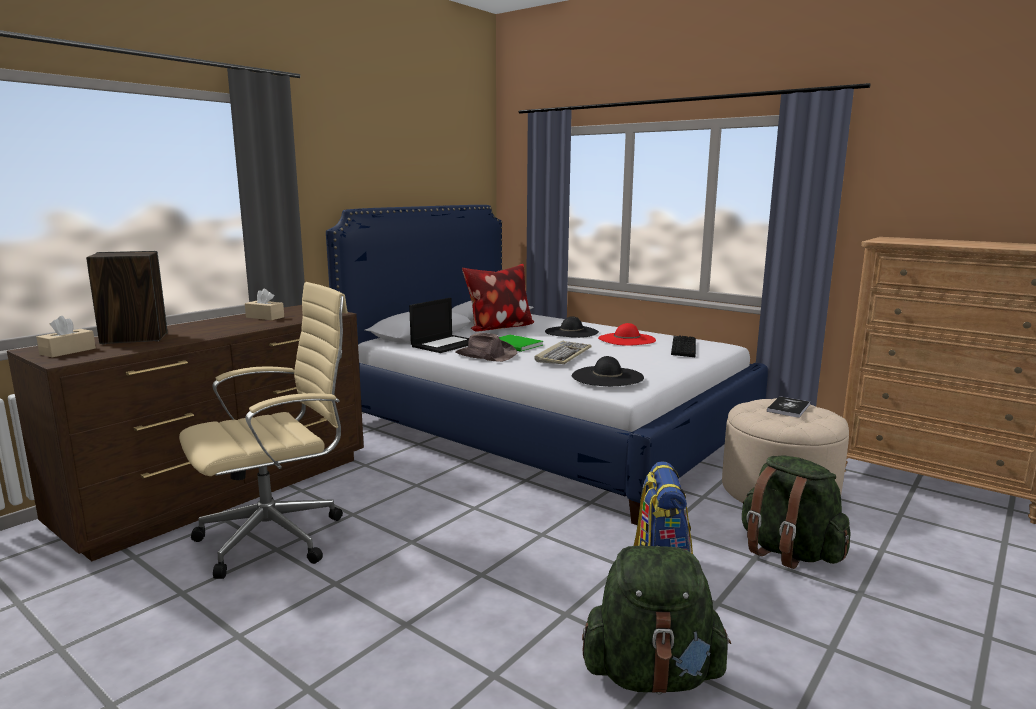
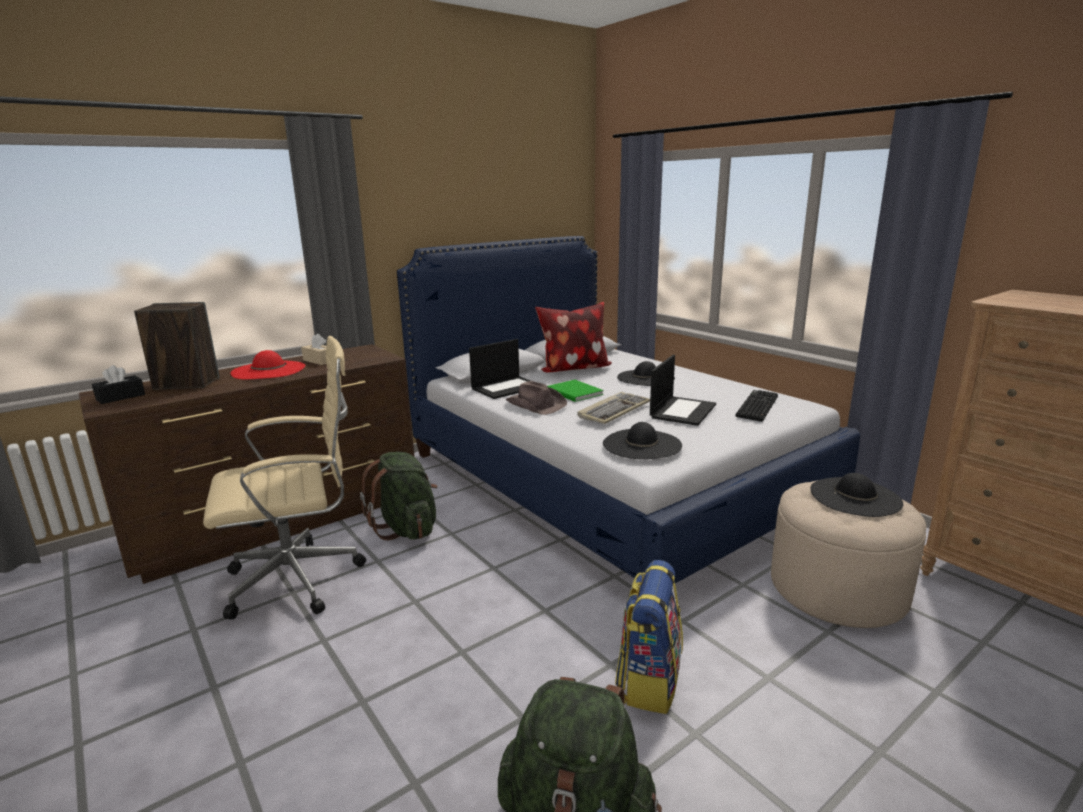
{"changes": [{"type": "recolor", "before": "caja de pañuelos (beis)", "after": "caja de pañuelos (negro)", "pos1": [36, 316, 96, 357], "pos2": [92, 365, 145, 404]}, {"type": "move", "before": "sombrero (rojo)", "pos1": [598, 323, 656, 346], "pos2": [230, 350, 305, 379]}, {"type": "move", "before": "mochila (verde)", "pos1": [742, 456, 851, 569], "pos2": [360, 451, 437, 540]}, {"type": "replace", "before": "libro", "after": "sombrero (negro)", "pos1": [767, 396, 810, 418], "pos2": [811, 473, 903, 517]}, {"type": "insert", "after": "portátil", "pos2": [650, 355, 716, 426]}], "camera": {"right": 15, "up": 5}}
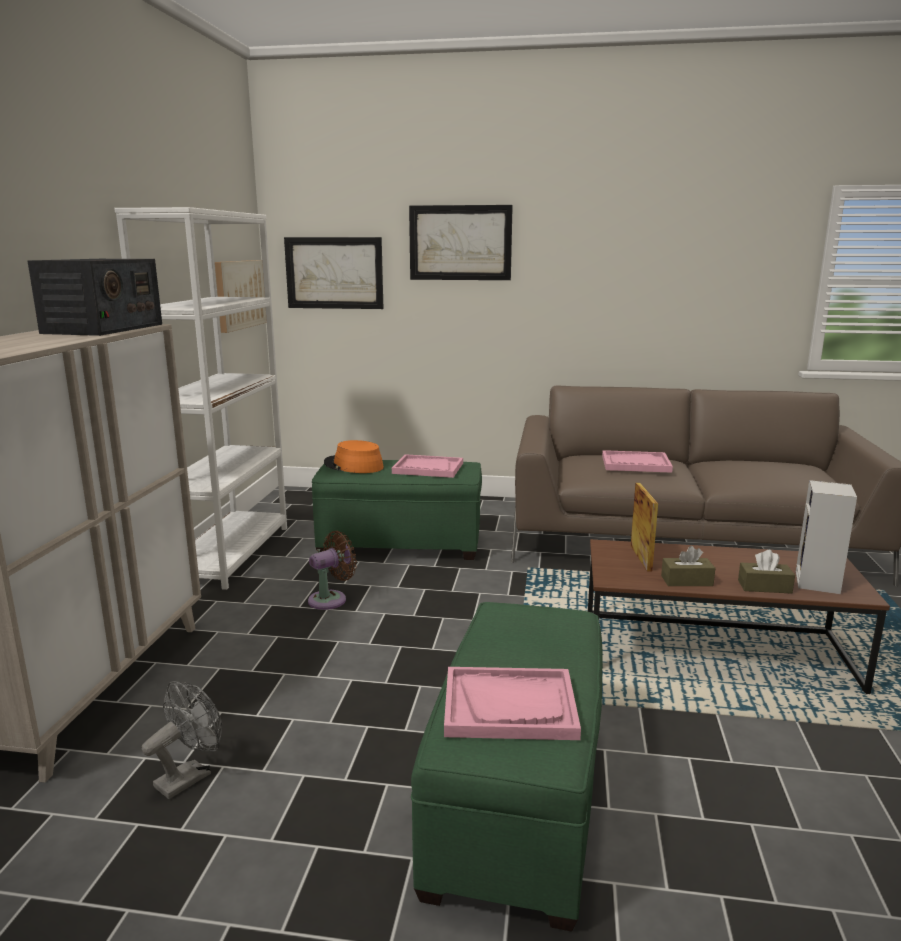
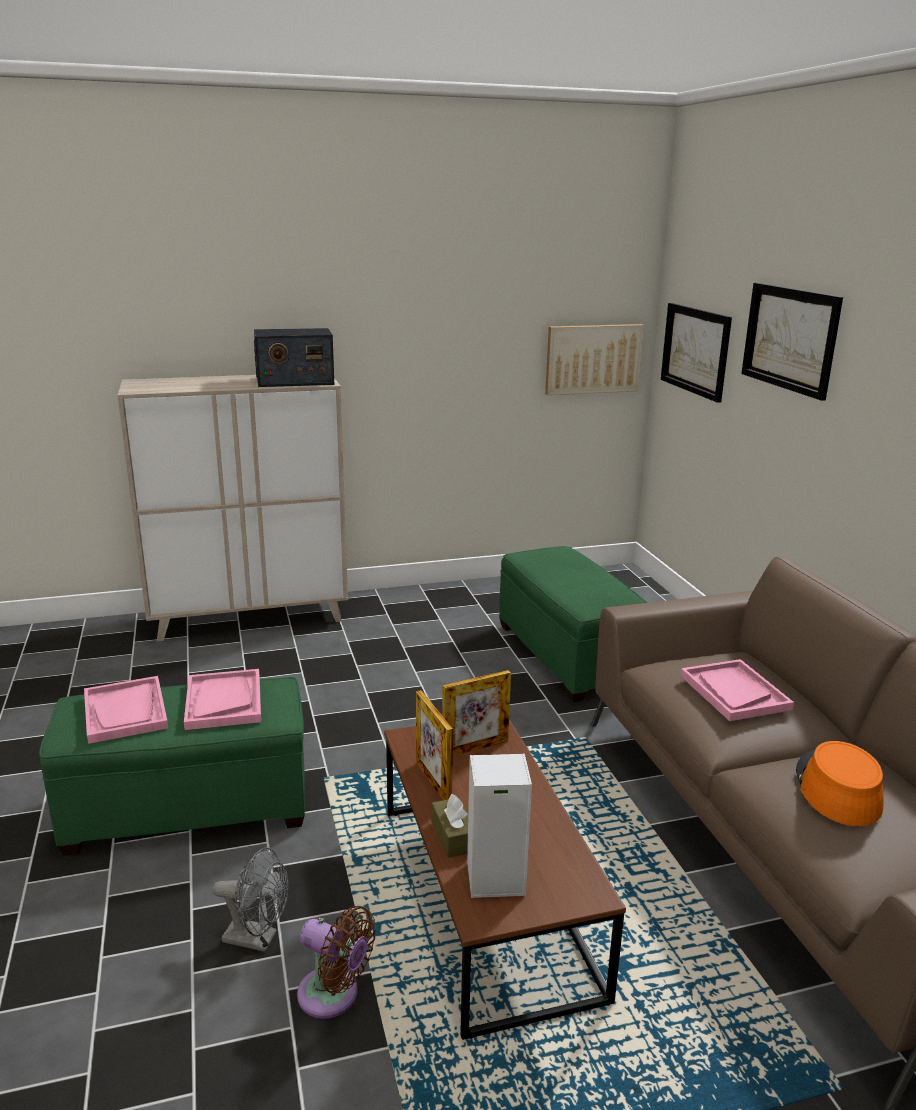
{"changes": [{"type": "delete", "before": "estantería (blanco)", "pos1": [114, 207, 287, 590]}, {"type": "move", "before": "ventilador (gris)", "pos1": [142, 681, 222, 799], "pos2": [212, 848, 288, 952]}, {"type": "move", "before": "ventilador (marrón)", "pos1": [308, 531, 357, 610], "pos2": [297, 906, 376, 1019]}, {"type": "move", "before": "sombrero (naranja)", "pos1": [324, 440, 384, 473], "pos2": [796, 741, 884, 826]}, {"type": "move", "before": "bandeja (rosa)", "pos1": [392, 454, 463, 478], "pos2": [184, 669, 261, 730]}, {"type": "replace", "before": "caja de pañuelos (marrón)", "after": "portarretratos", "pos1": [661, 546, 715, 586], "pos2": [416, 690, 453, 800]}], "camera": {"right": 65, "up": 5}}
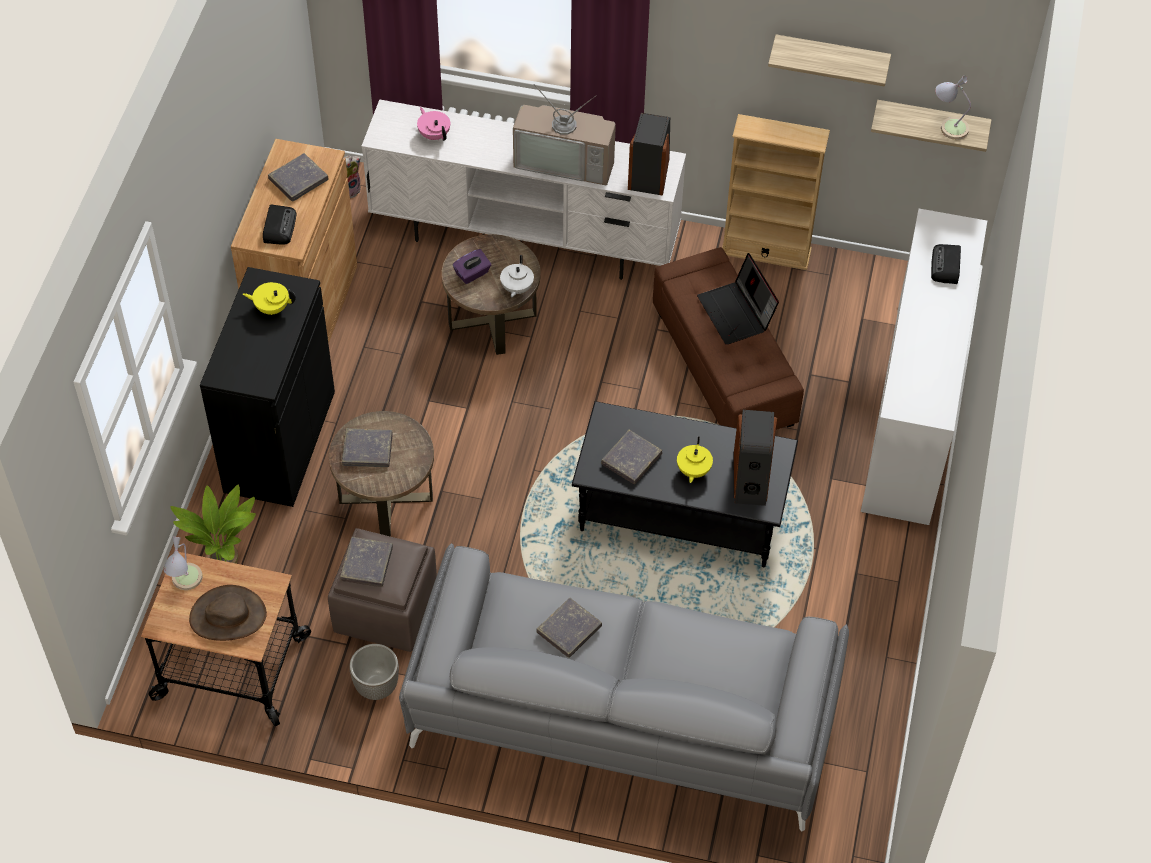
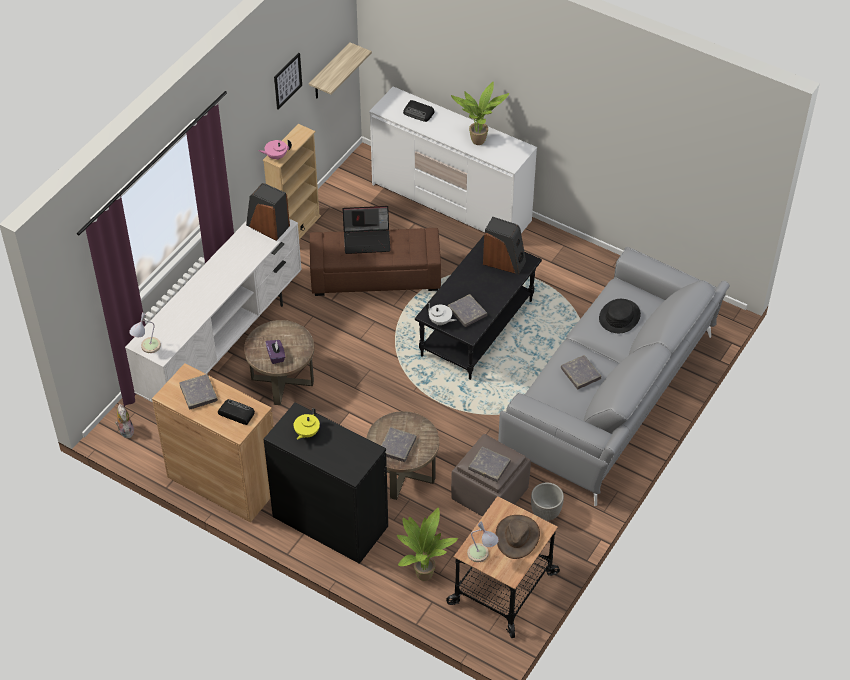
{"changes": [{"type": "move", "before": "tetera (rosa)", "pos1": [417, 107, 450, 141], "pos2": [259, 140, 292, 160]}, {"type": "move", "before": "tetera (blanco)", "pos1": [500, 255, 534, 297], "pos2": [426, 303, 457, 326]}, {"type": "delete", "before": "televisor", "pos1": [513, 84, 616, 185]}, {"type": "delete", "before": "tetera (amarillo)", "pos1": [677, 436, 713, 483]}, {"type": "replace", "before": "estante", "after": "cuadro", "pos1": [768, 34, 891, 87], "pos2": [274, 53, 302, 109]}, {"type": "move", "before": "lámpara de mesa", "pos1": [935, 75, 971, 140], "pos2": [129, 312, 161, 353]}, {"type": "insert", "after": "planta en maceta", "pos2": [451, 82, 509, 145]}, {"type": "insert", "after": "sombrero (negro)", "pos2": [599, 299, 641, 333]}], "camera": {"right": -70, "up": -5}}
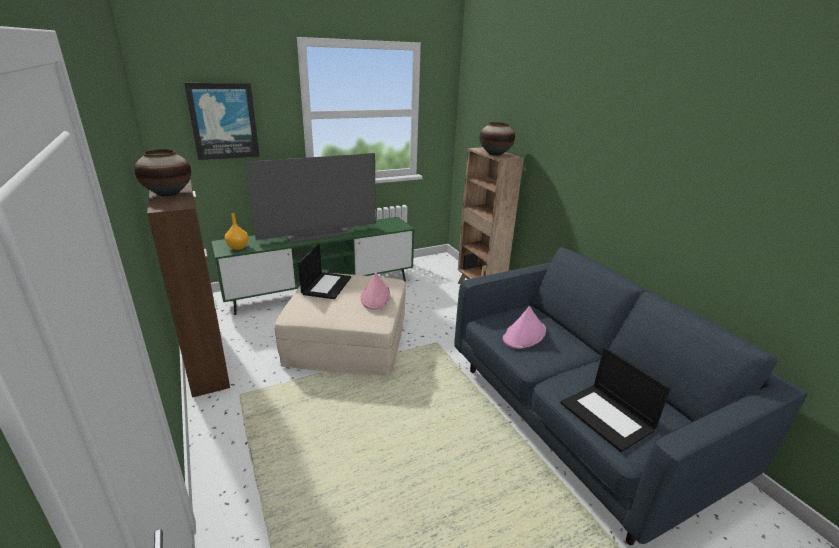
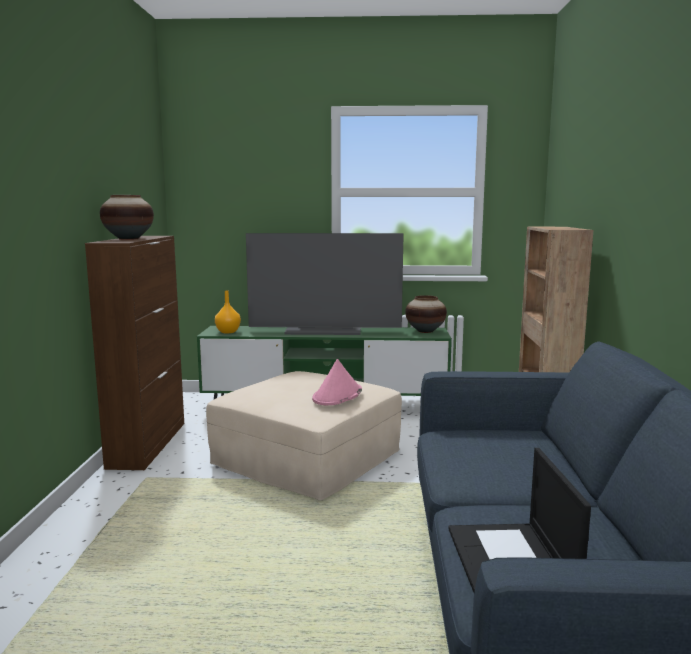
{"changes": [{"type": "delete", "before": "cuadro", "pos1": [184, 83, 260, 160]}, {"type": "delete", "before": "portátil", "pos1": [298, 244, 351, 299]}, {"type": "move", "before": "florero", "pos1": [479, 122, 515, 156], "pos2": [405, 295, 447, 333]}, {"type": "delete", "before": "sombrero (rosa)", "pos1": [503, 306, 546, 349]}], "camera": {"right": 30, "up": -15}}
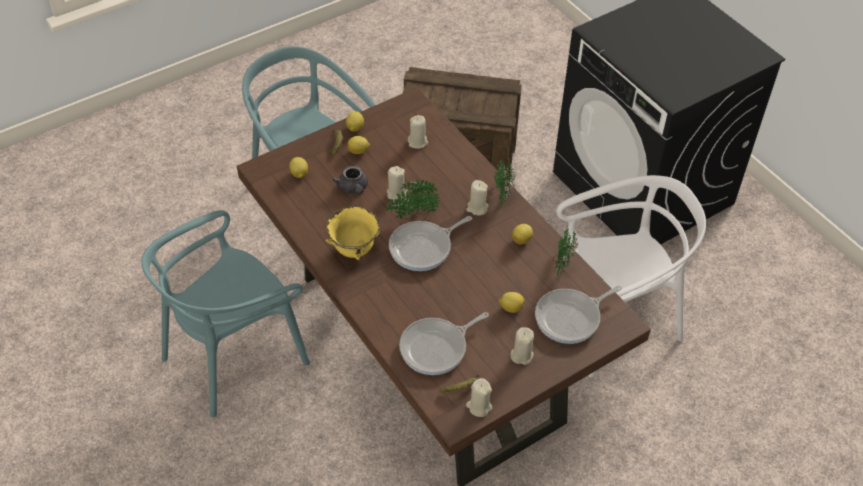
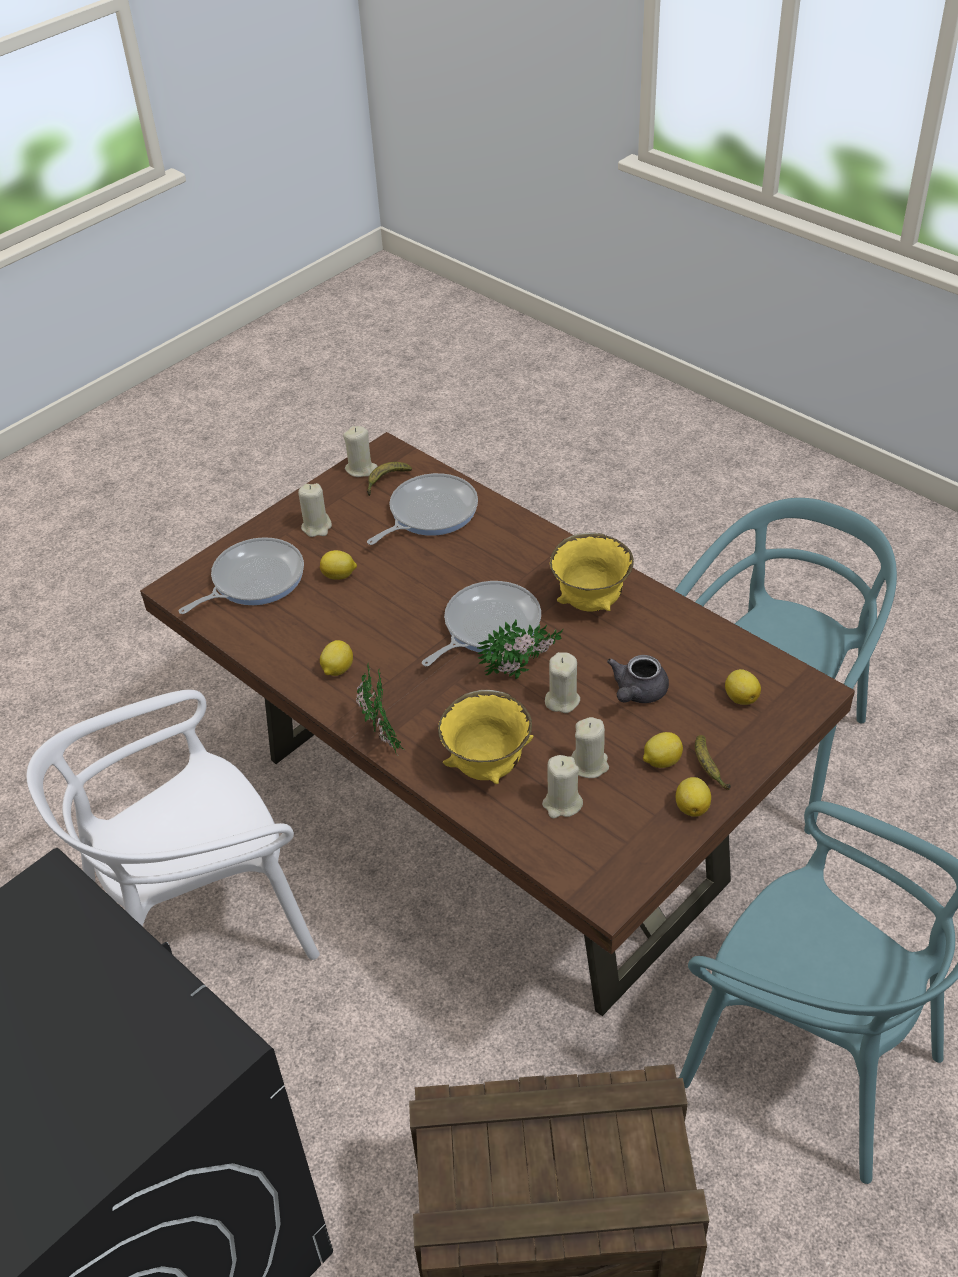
{"changes": [{"type": "rotate", "before": "tetera (gris)", "pos1": [333, 166, 368, 195], "pos2": [607, 655, 669, 703], "turn": -120}, {"type": "move", "before": "vela (beis)", "pos1": [466, 180, 488, 215], "pos2": [571, 717, 609, 778]}, {"type": "delete", "before": "planta en maceta", "pos1": [554, 225, 578, 276]}, {"type": "insert", "after": "cuenco (amarillo)", "pos2": [438, 690, 533, 784]}], "camera": {"right": 170, "up": -5}}
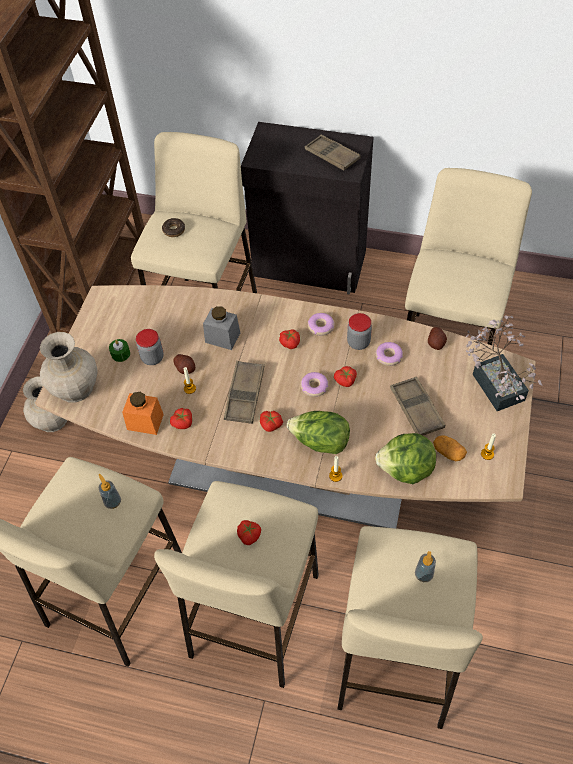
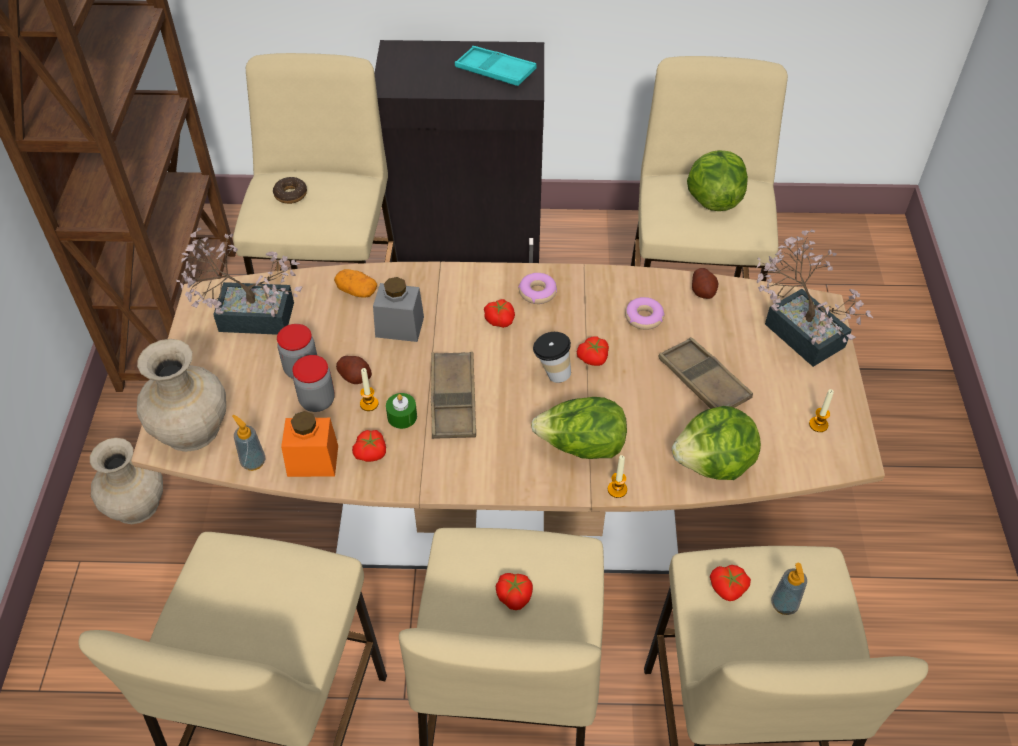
{"changes": [{"type": "move", "before": "dispensador de jabón", "pos1": [99, 474, 121, 509], "pos2": [232, 415, 266, 471]}, {"type": "move", "before": "vela (verde)", "pos1": [109, 339, 130, 362], "pos2": [386, 393, 417, 429]}, {"type": "move", "before": "tomate", "pos1": [260, 411, 283, 432], "pos2": [710, 565, 751, 601]}, {"type": "replace", "before": "rosquilla", "after": "taza", "pos1": [301, 372, 329, 397], "pos2": [533, 332, 571, 383]}, {"type": "recolor", "before": "bandeja (marrón)", "after": "bandeja (turquesa)", "pos1": [305, 135, 361, 170], "pos2": [455, 46, 536, 86]}, {"type": "move", "before": "tarro", "pos1": [347, 313, 372, 350], "pos2": [292, 355, 335, 412]}, {"type": "move", "before": "patata", "pos1": [433, 435, 467, 461], "pos2": [334, 269, 377, 298]}, {"type": "insert", "after": "planta en maceta", "pos2": [176, 227, 303, 335]}, {"type": "insert", "after": "lechuga", "pos2": [687, 150, 748, 211]}], "camera": {"right": -15, "up": -5}}
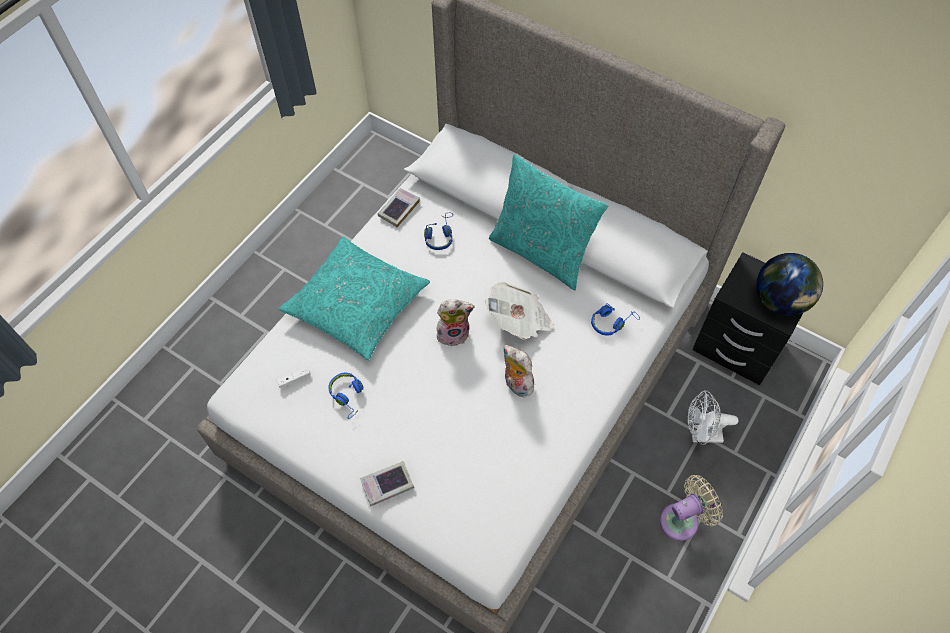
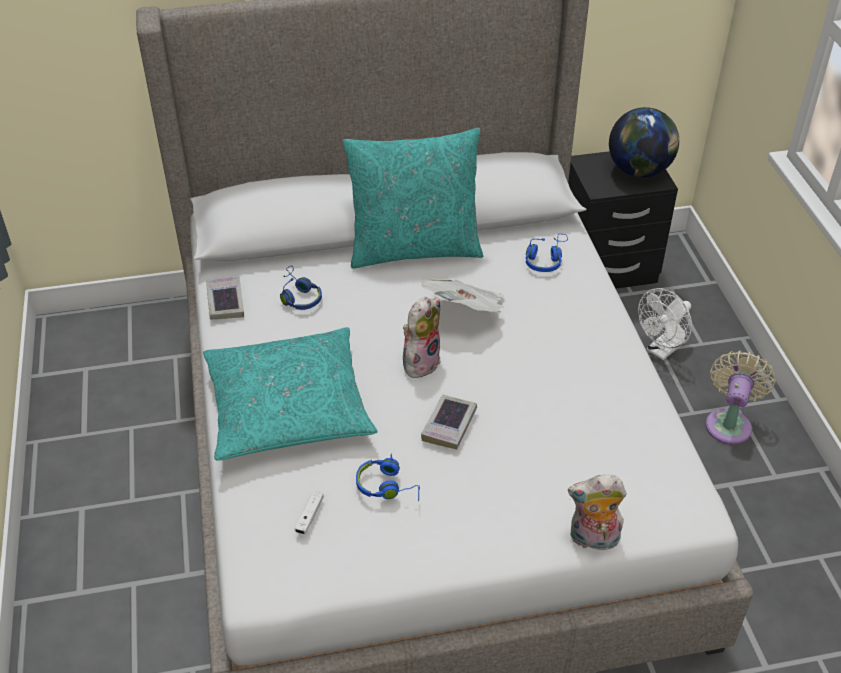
{"changes": [{"type": "move", "before": "libro", "pos1": [360, 461, 414, 506], "pos2": [421, 394, 477, 449]}, {"type": "move", "before": "peluche", "pos1": [504, 345, 534, 397], "pos2": [568, 475, 627, 551]}], "camera": {"right": -45, "up": -15}}
